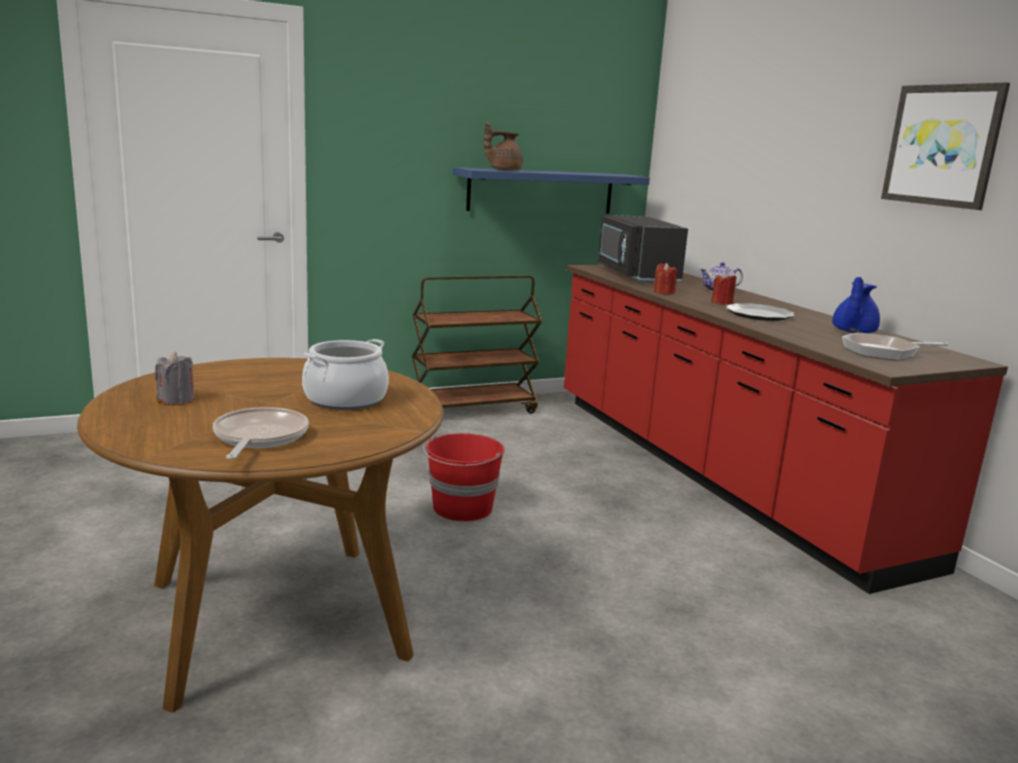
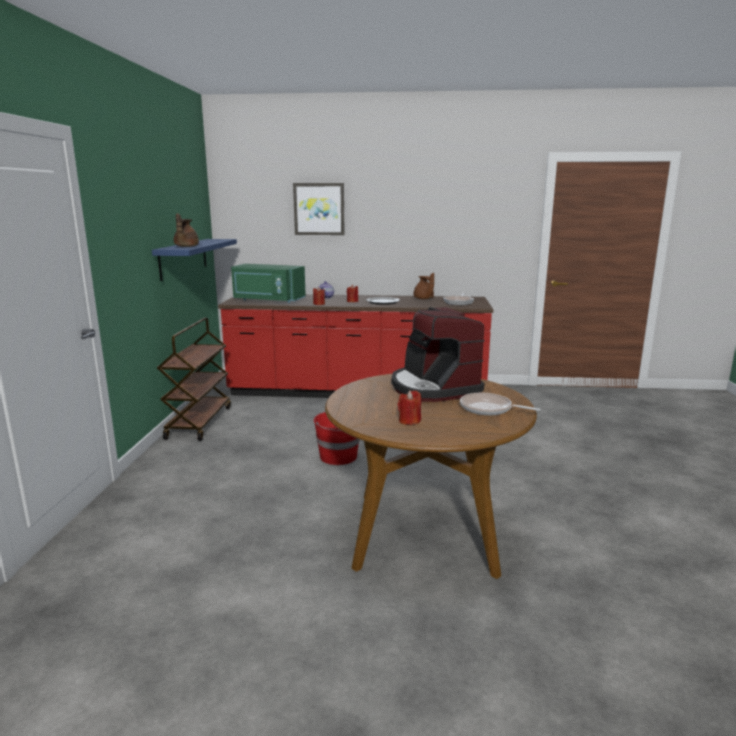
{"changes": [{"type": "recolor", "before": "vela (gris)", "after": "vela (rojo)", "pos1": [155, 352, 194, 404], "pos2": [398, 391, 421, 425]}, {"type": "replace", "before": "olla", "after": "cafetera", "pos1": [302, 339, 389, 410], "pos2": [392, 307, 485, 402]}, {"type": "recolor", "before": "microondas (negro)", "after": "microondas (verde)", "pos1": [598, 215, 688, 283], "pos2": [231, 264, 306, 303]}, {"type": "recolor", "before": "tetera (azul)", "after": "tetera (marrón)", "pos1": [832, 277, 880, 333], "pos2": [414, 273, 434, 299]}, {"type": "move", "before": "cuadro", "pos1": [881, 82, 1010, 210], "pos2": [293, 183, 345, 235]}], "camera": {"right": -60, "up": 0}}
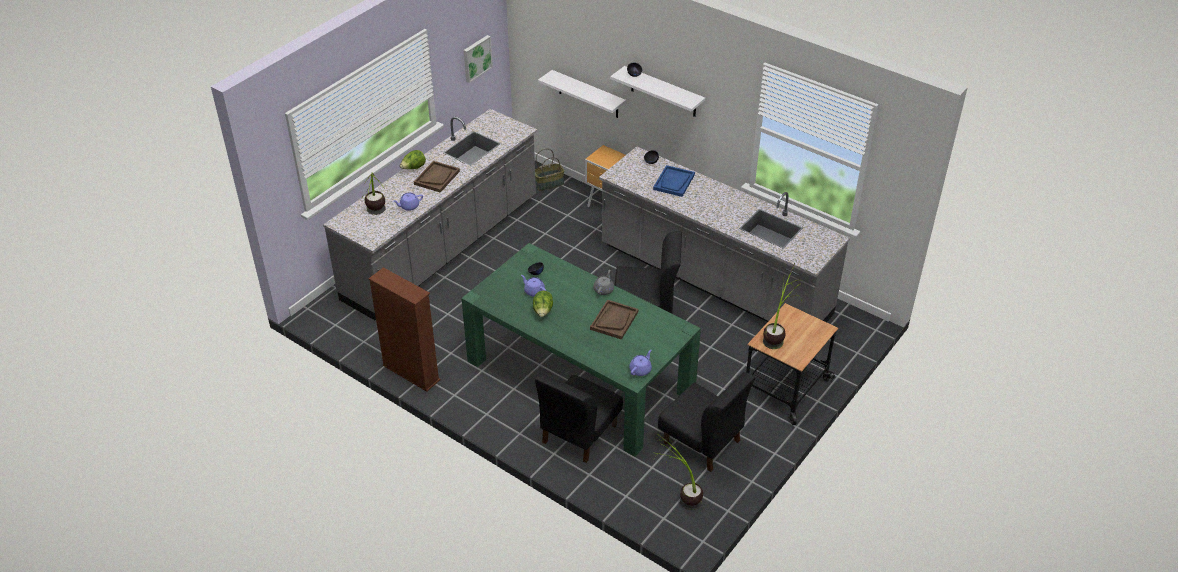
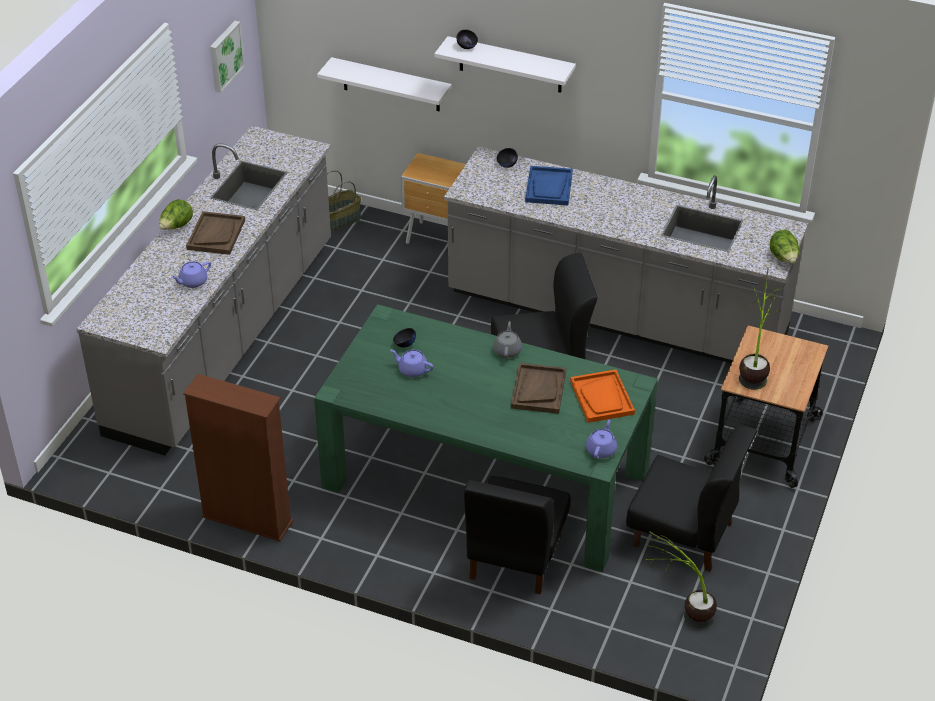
{"changes": [{"type": "delete", "before": "planta en maceta", "pos1": [364, 172, 386, 215]}, {"type": "move", "before": "lechuga", "pos1": [533, 290, 553, 317], "pos2": [770, 230, 799, 263]}, {"type": "insert", "after": "bandeja (naranja)", "pos2": [570, 369, 635, 423]}], "camera": {"right": -15, "up": 0}}
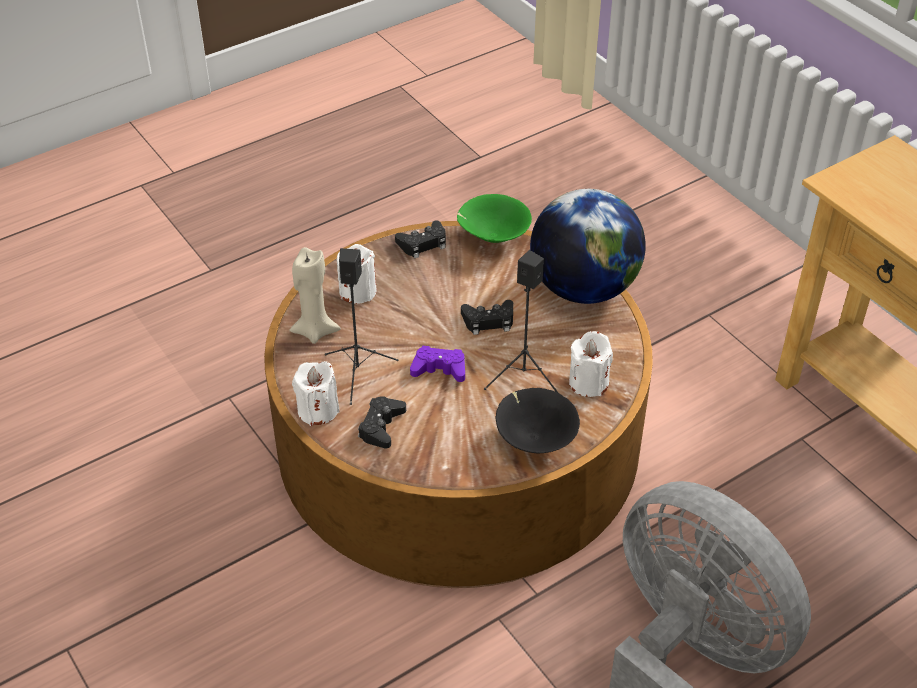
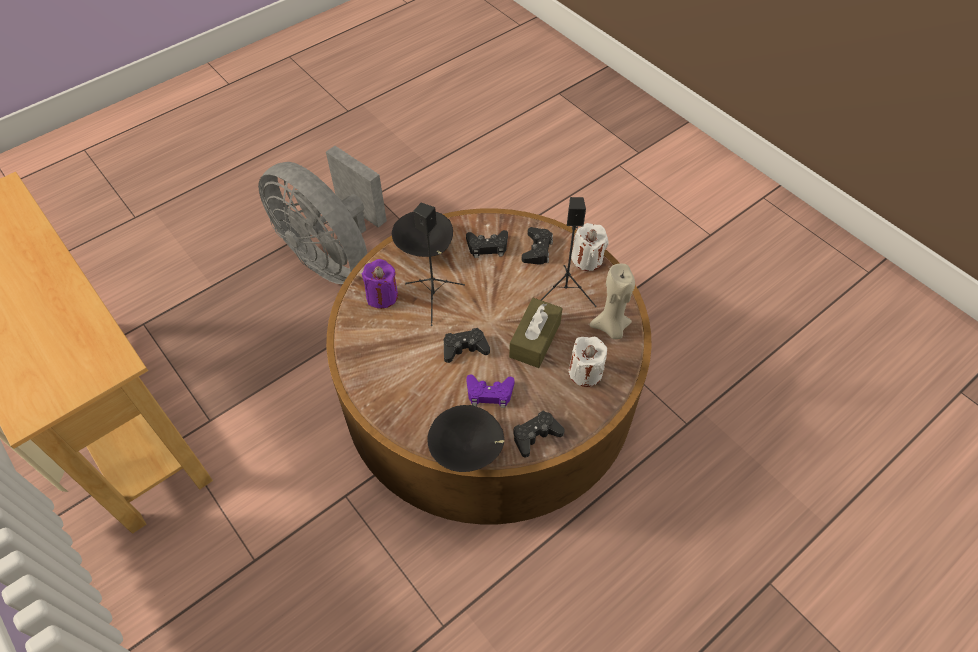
{"changes": [{"type": "move", "before": "mando de consola (morado)", "pos1": [410, 346, 465, 382], "pos2": [466, 374, 515, 408]}, {"type": "recolor", "before": "cuenco (verde)", "after": "cuenco (negro)", "pos1": [457, 194, 532, 243], "pos2": [427, 405, 504, 472]}, {"type": "delete", "before": "globo terráqueo", "pos1": [530, 189, 646, 304]}, {"type": "recolor", "before": "vela (blanco)", "after": "vela (morado)", "pos1": [569, 331, 613, 397], "pos2": [362, 259, 398, 309]}, {"type": "insert", "after": "mando de consola (negro)", "pos2": [466, 230, 508, 258]}, {"type": "insert", "after": "caja de pañuelos (marrón)", "pos2": [509, 298, 562, 368]}], "camera": {"right": 175, "up": 10}}
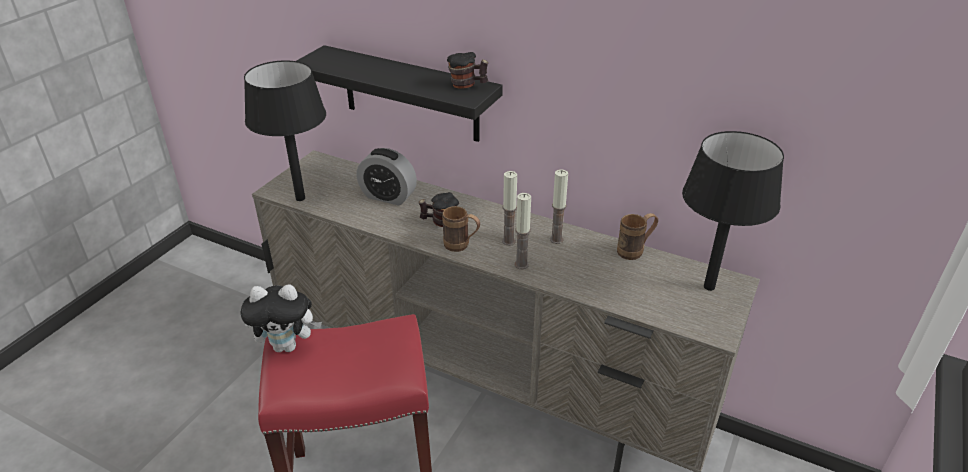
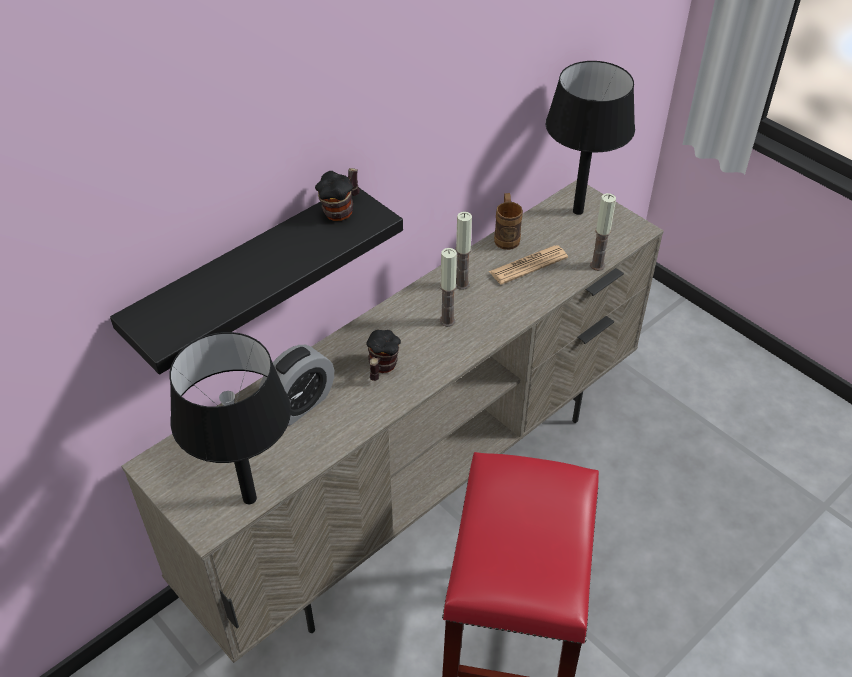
{"changes": [{"type": "delete", "before": "peluche", "pos1": [241, 284, 322, 352]}, {"type": "delete", "before": "taza grande (marrón)", "pos1": [442, 206, 480, 252]}, {"type": "move", "before": "vela", "pos1": [515, 193, 531, 269], "pos2": [590, 193, 616, 271]}, {"type": "insert", "after": "periódico", "pos2": [489, 245, 568, 285]}], "camera": {"right": -70, "up": 10}}
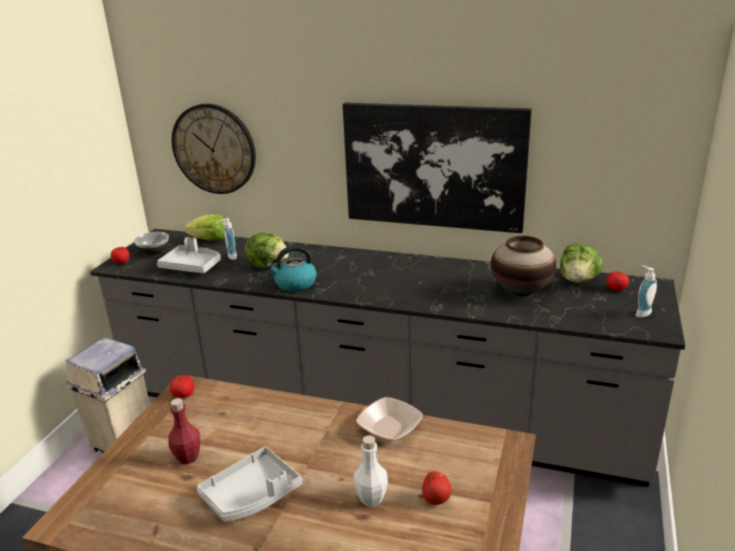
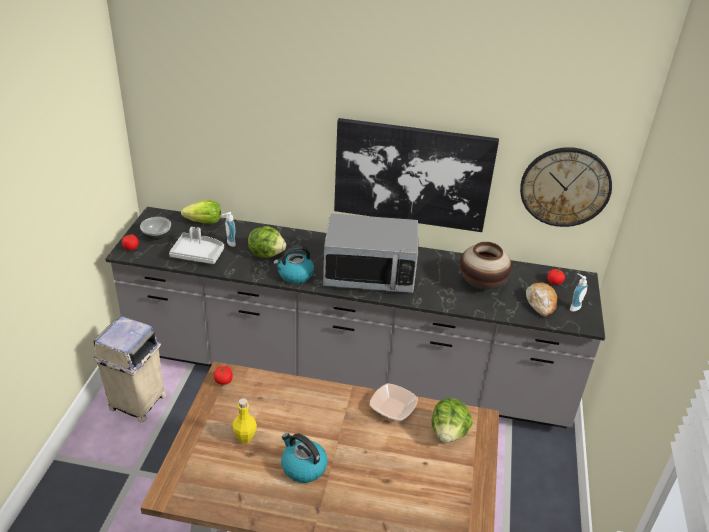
{"changes": [{"type": "recolor", "before": "botella (rojo)", "after": "botella (amarillo)", "pos1": [169, 398, 200, 464], "pos2": [232, 398, 257, 443]}, {"type": "move", "before": "reloj de pared", "pos1": [172, 104, 256, 194], "pos2": [520, 147, 612, 227]}, {"type": "replace", "before": "bandeja (gris)", "after": "hervidor", "pos1": [197, 446, 302, 522], "pos2": [281, 433, 328, 483]}, {"type": "delete", "before": "botella (blanco)", "pos1": [354, 435, 388, 507]}, {"type": "delete", "before": "manzana", "pos1": [422, 471, 451, 505]}, {"type": "move", "before": "lechuga", "pos1": [560, 244, 603, 283], "pos2": [432, 398, 472, 443]}, {"type": "insert", "after": "microondas", "pos2": [323, 213, 418, 293]}, {"type": "insert", "after": "pan", "pos2": [526, 282, 558, 317]}], "camera": {"right": -10, "up": 10}}
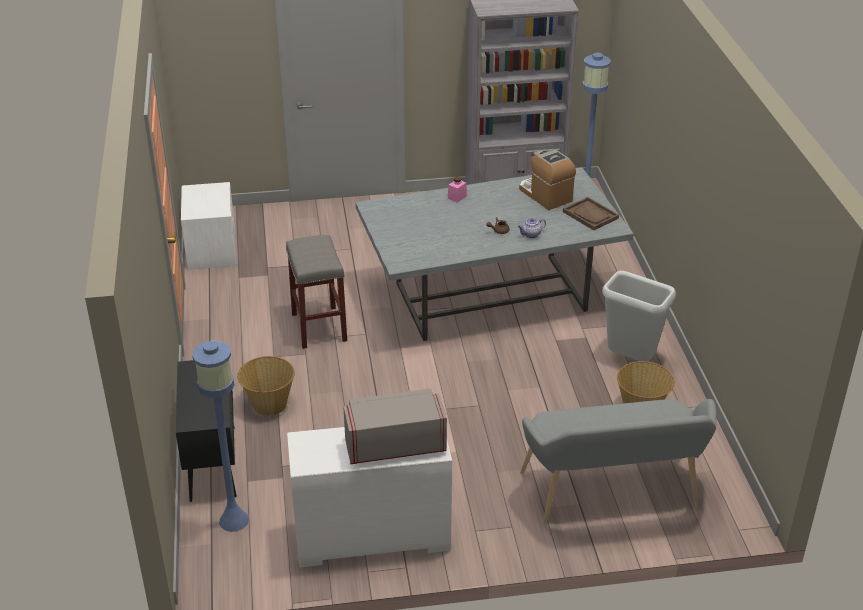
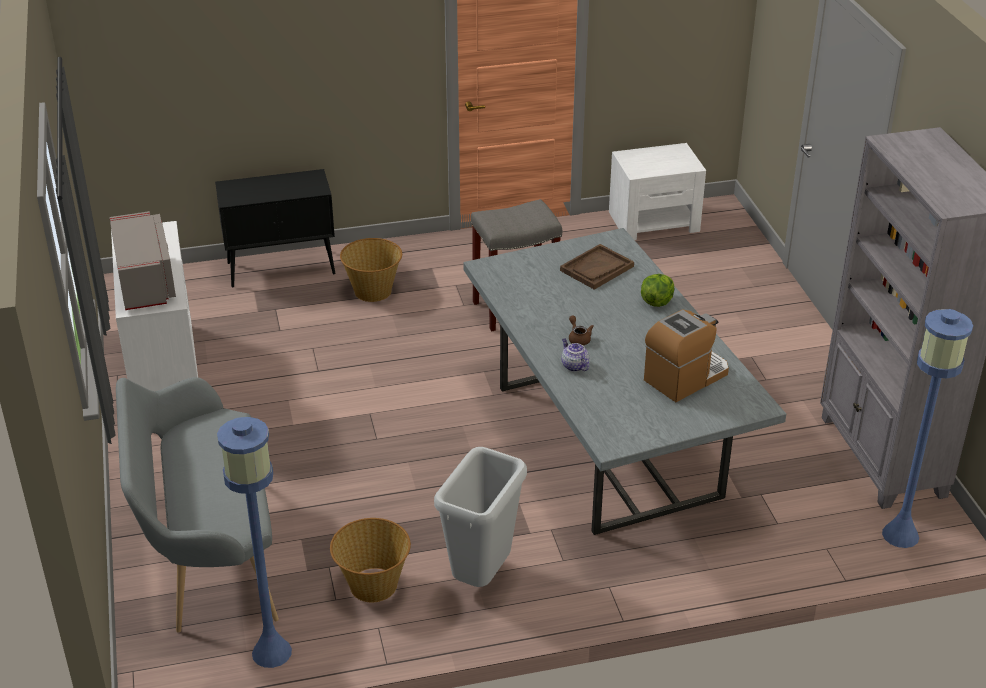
{"changes": [{"type": "move", "before": "lámpara de pie (azul)", "pos1": [192, 341, 249, 532], "pos2": [217, 417, 292, 668]}, {"type": "replace", "before": "tarro (rosa)", "after": "lechuga", "pos1": [448, 177, 467, 203], "pos2": [641, 274, 674, 307]}, {"type": "move", "before": "bandeja (marrón)", "pos1": [563, 197, 619, 230], "pos2": [560, 244, 634, 290]}], "camera": {"right": 85, "up": 0}}
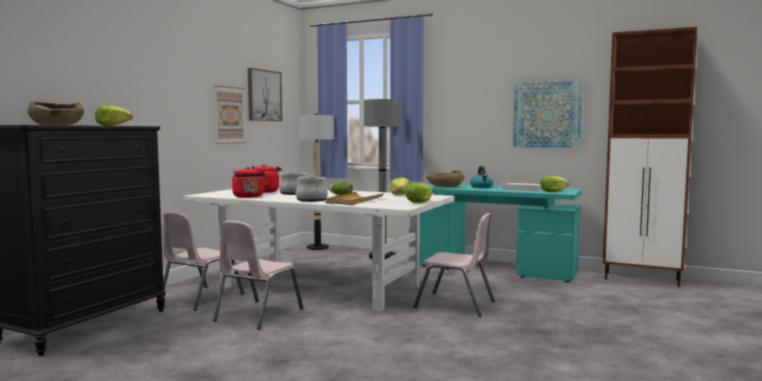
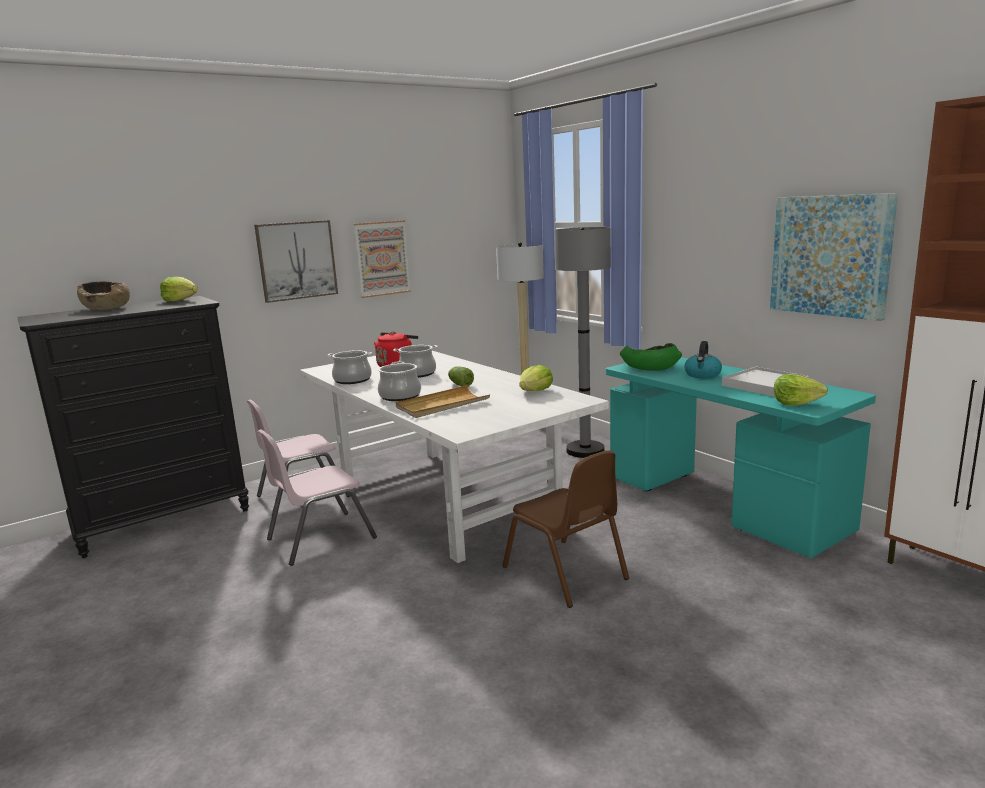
{"changes": [{"type": "replace", "before": "hervidor (rojo)", "after": "olla", "pos1": [232, 167, 270, 198], "pos2": [328, 350, 372, 384]}, {"type": "move", "before": "cuadro", "pos1": [248, 68, 282, 121], "pos2": [254, 220, 338, 303]}, {"type": "delete", "before": "lechuga", "pos1": [405, 183, 433, 203]}, {"type": "recolor", "before": "silla (rosa)", "after": "silla (marrón)", "pos1": [413, 213, 495, 317], "pos2": [503, 451, 629, 608]}, {"type": "recolor", "before": "cuenco (marrón)", "after": "cuenco (verde)", "pos1": [427, 170, 465, 187], "pos2": [620, 343, 682, 371]}], "camera": {"right": 30, "up": 10}}
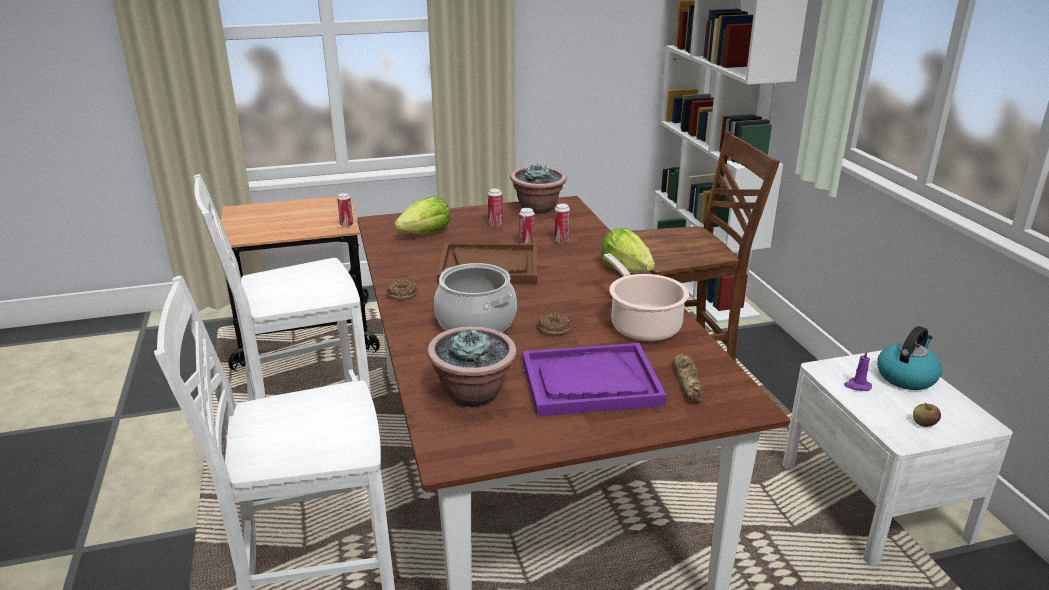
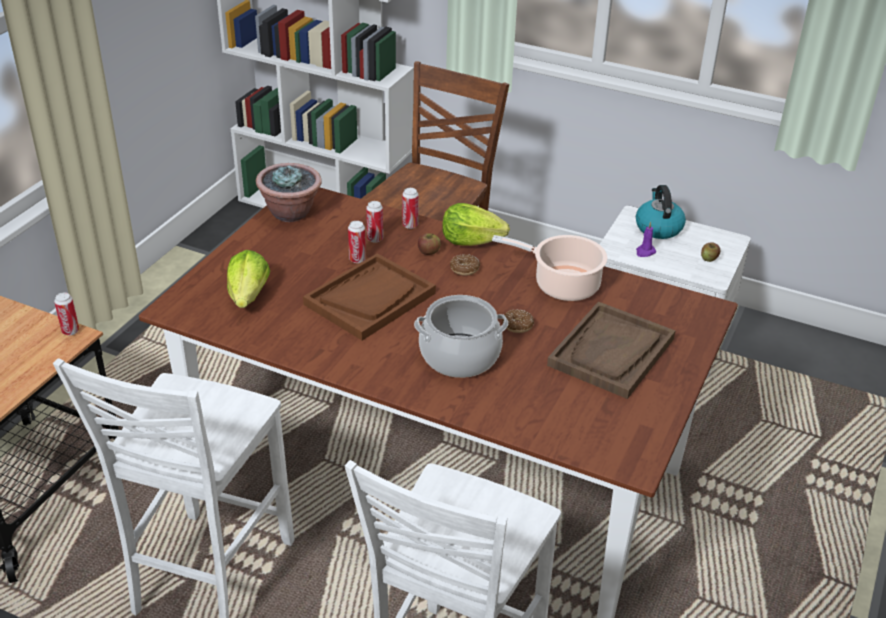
{"changes": [{"type": "move", "before": "rosquilla", "pos1": [387, 280, 418, 300], "pos2": [450, 254, 480, 276]}, {"type": "delete", "before": "planta en maceta", "pos1": [427, 326, 517, 407]}, {"type": "move", "before": "lata", "pos1": [488, 188, 503, 227], "pos2": [402, 188, 419, 229]}, {"type": "recolor", "before": "bandeja (morado)", "after": "bandeja (marrón)", "pos1": [523, 343, 667, 417], "pos2": [547, 302, 675, 399]}, {"type": "delete", "before": "pan", "pos1": [673, 354, 704, 403]}, {"type": "insert", "after": "manzana", "pos2": [418, 233, 441, 255]}], "camera": {"right": -50, "up": 10}}
